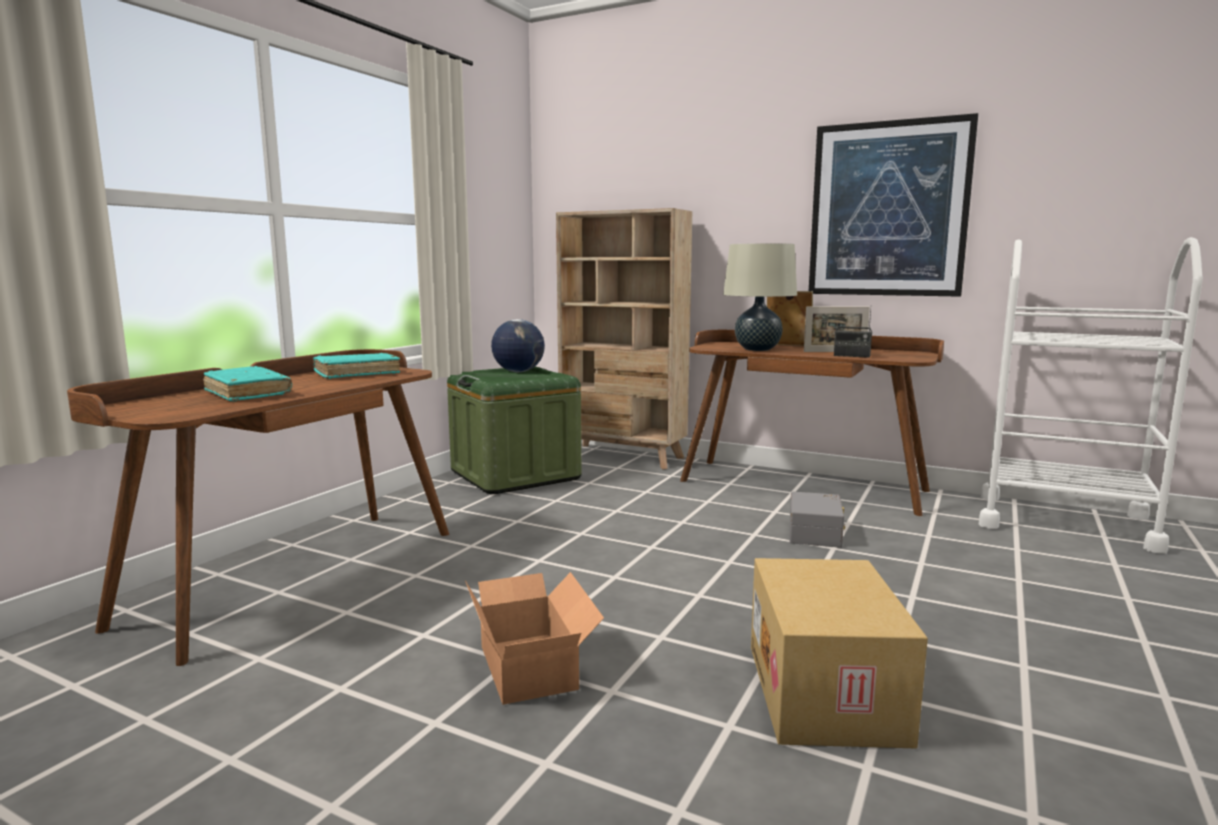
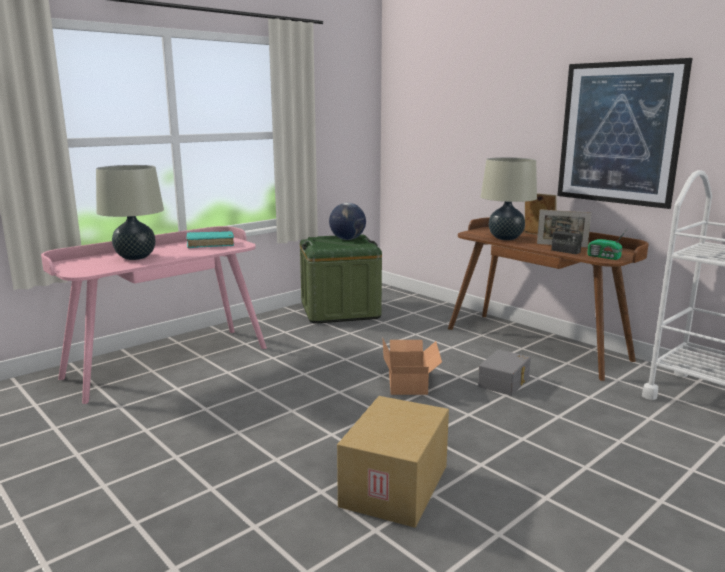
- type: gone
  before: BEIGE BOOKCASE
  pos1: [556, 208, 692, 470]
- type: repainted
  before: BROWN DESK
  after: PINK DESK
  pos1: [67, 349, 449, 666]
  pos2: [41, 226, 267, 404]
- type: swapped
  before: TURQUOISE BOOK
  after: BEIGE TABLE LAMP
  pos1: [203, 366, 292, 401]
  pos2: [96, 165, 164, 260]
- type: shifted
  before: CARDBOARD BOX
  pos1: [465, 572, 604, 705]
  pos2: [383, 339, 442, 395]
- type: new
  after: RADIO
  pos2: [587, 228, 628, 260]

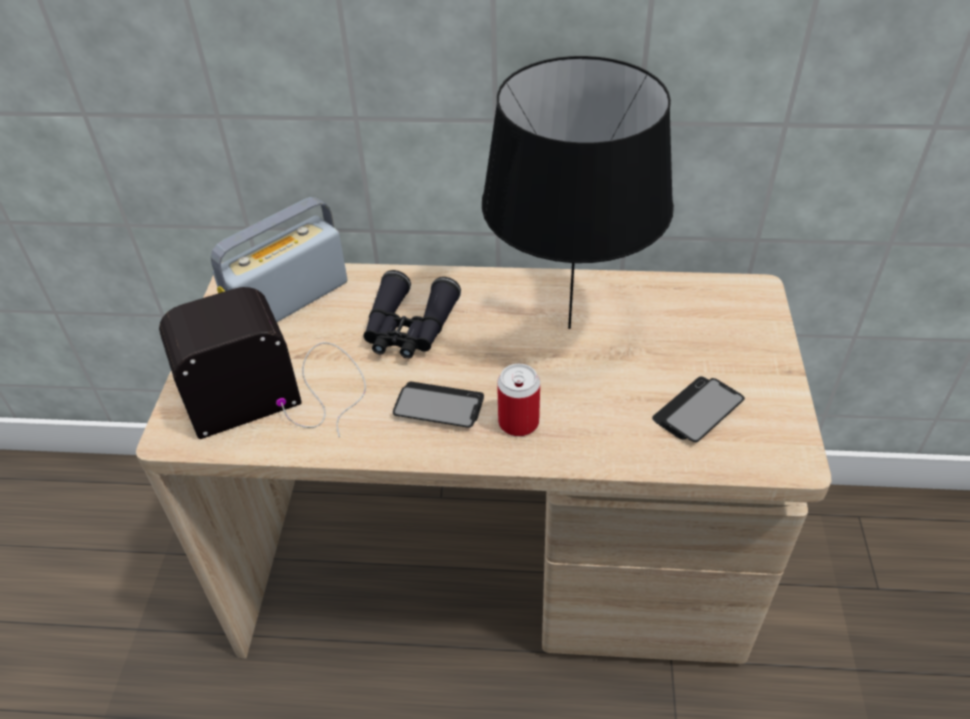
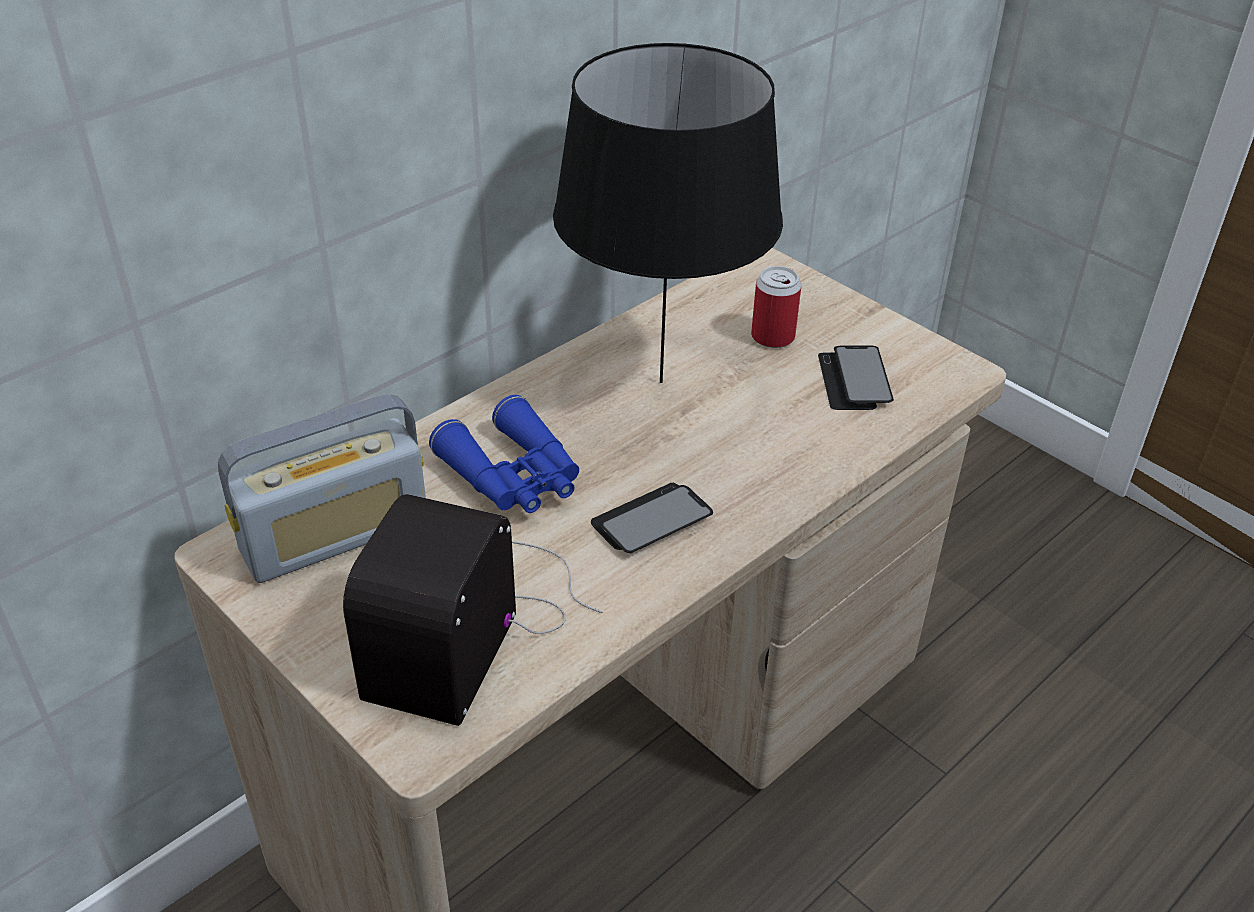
- type: rotated
  before: RADIO
  pos1: [211, 197, 347, 322]
  pos2: [218, 394, 426, 583]
  turn: -120
- type: repainted
  before: BLACK BINOCULARS
  after: BLUE BINOCULARS
  pos1: [363, 270, 461, 359]
  pos2: [429, 395, 579, 513]
- type: shifted
  before: CAN
  pos1: [497, 364, 540, 436]
  pos2: [751, 266, 801, 348]

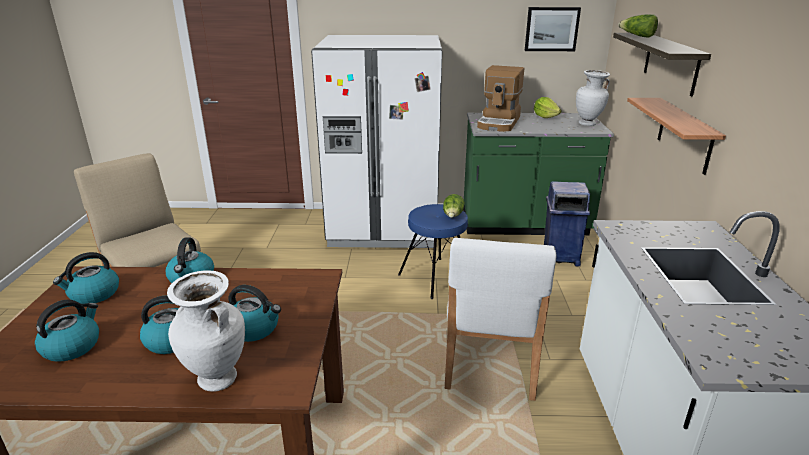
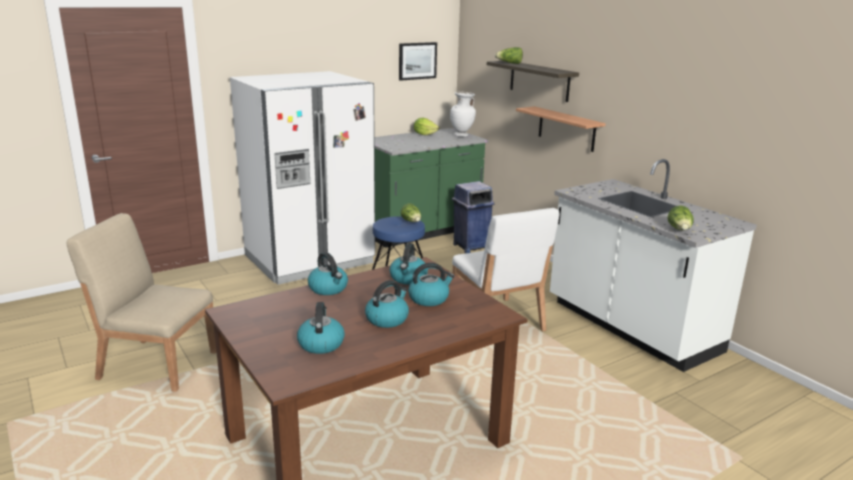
- type: gone
  before: COFFEE MACHINE
  pos1: [477, 65, 524, 132]
- type: shifted
  before: KETTLE
  pos1: [53, 252, 119, 304]
  pos2: [389, 243, 428, 284]
- type: gone
  before: WHITE VASE
  pos1: [167, 271, 245, 392]
- type: new
  after: LETTUCE
  pos2: [667, 205, 694, 230]

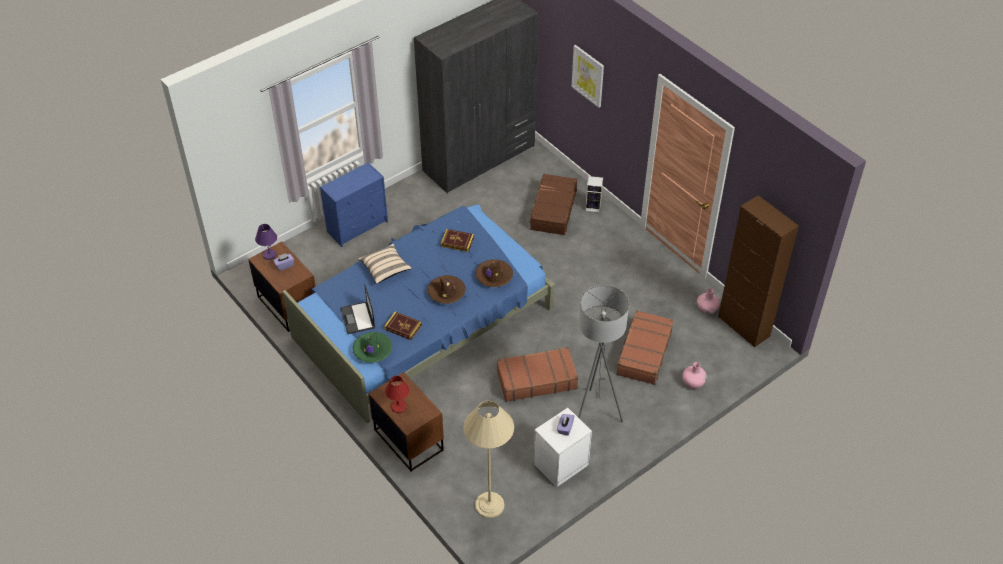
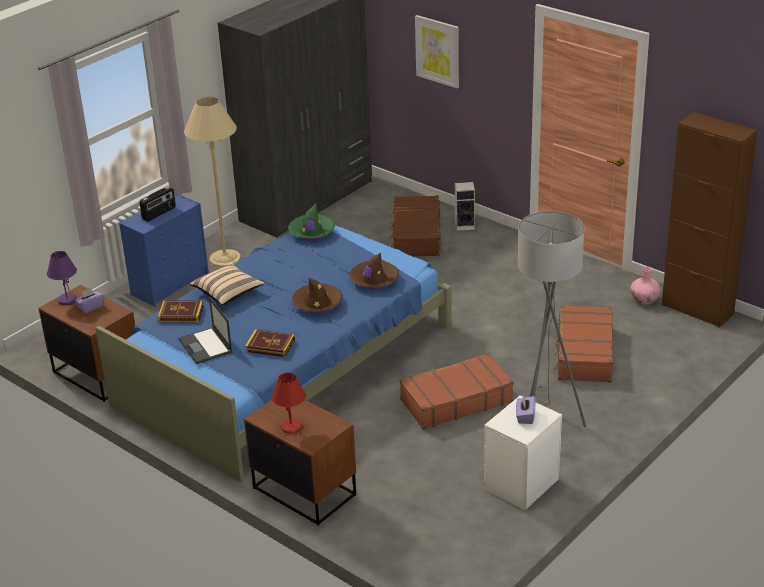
- type: shifted
  before: BOOK
  pos1: [441, 229, 474, 252]
  pos2: [158, 300, 204, 322]
- type: shifted
  before: GREEN HAT
  pos1: [352, 332, 392, 363]
  pos2: [288, 204, 335, 241]
- type: gone
  before: PINK VASE
  pos1: [682, 362, 707, 389]
- type: shifted
  before: BEIGE FLOOR LAMP
  pos1: [463, 400, 514, 518]
  pos2: [184, 97, 241, 267]
- type: new
  after: RADIO
  pos2: [139, 186, 176, 222]

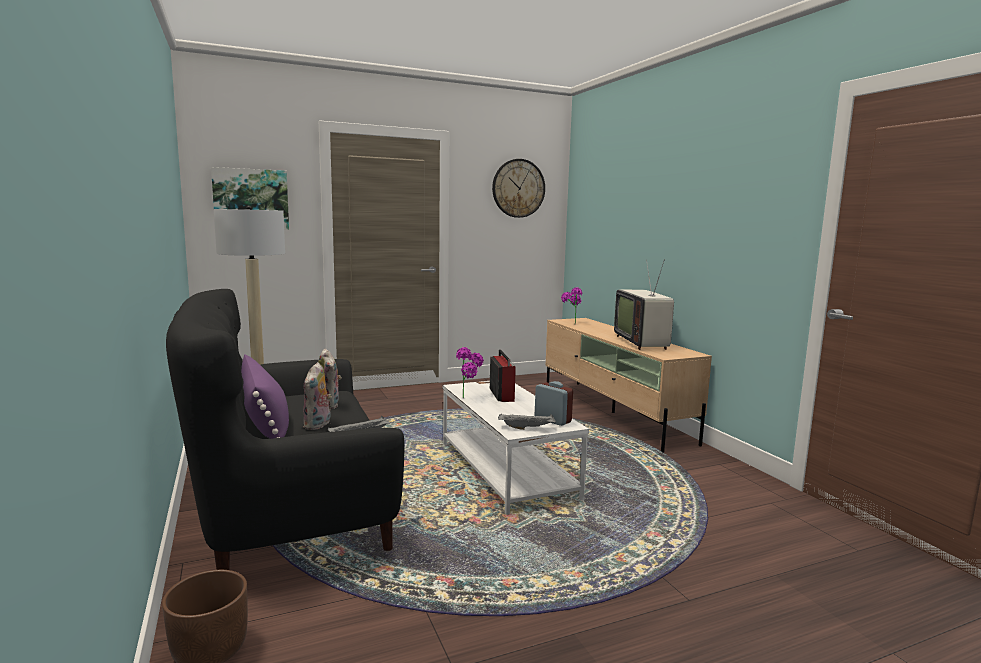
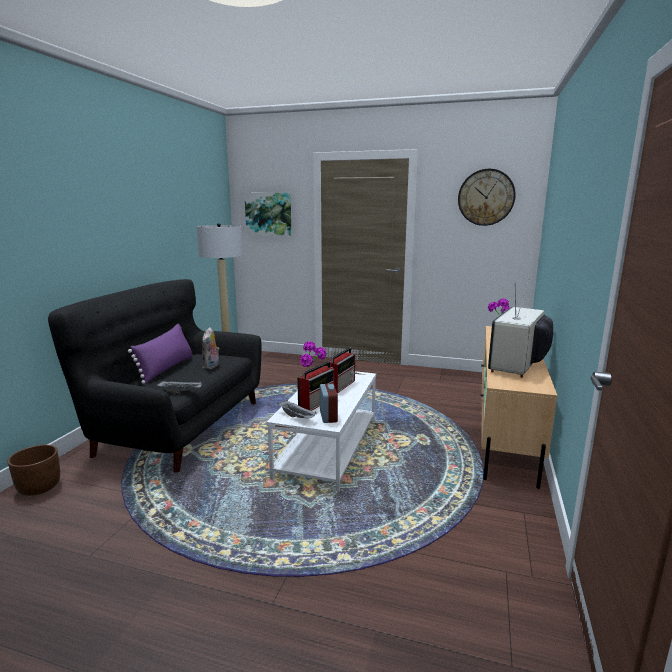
- type: gone
  before: PLUSH TOY
  pos1: [303, 362, 332, 430]
- type: new
  after: RADIO
  pos2: [297, 361, 335, 411]

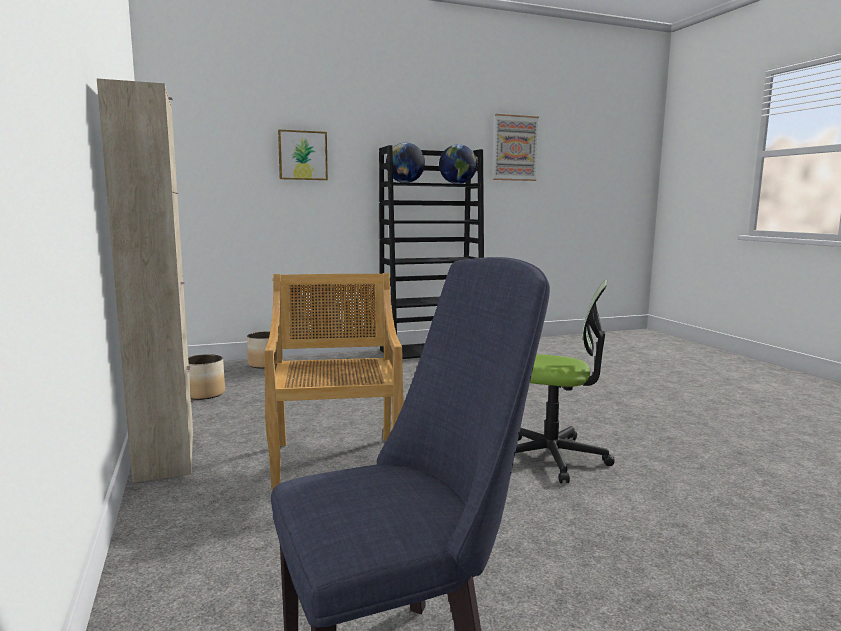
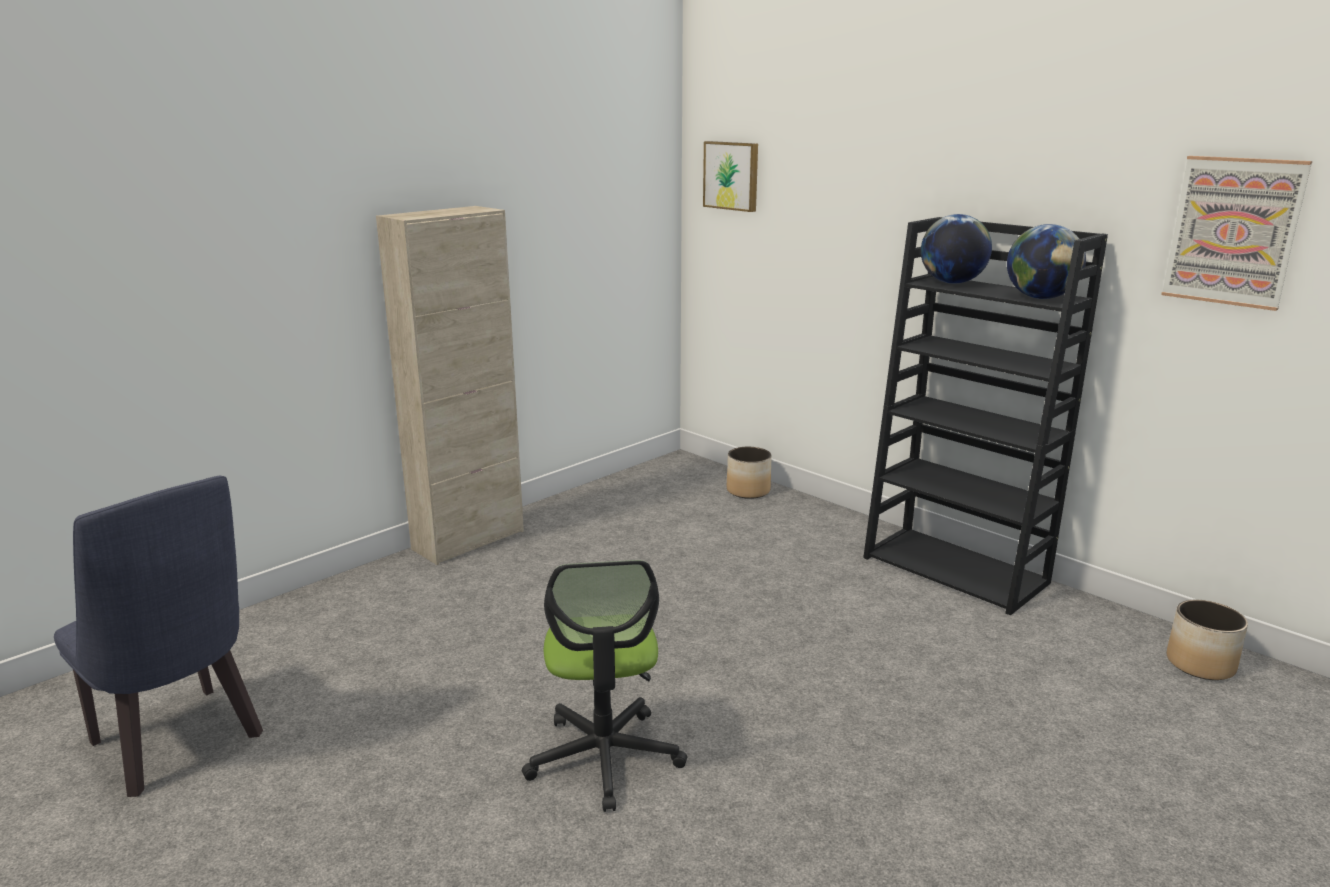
- type: shifted
  before: PICTURE
  pos1: [278, 130, 328, 180]
  pos2: [703, 141, 758, 212]
- type: gone
  before: BEIGE CHAIR
  pos1: [264, 273, 404, 493]
- type: shifted
  before: PLANTER
  pos1: [188, 354, 225, 400]
  pos2: [1167, 600, 1248, 680]

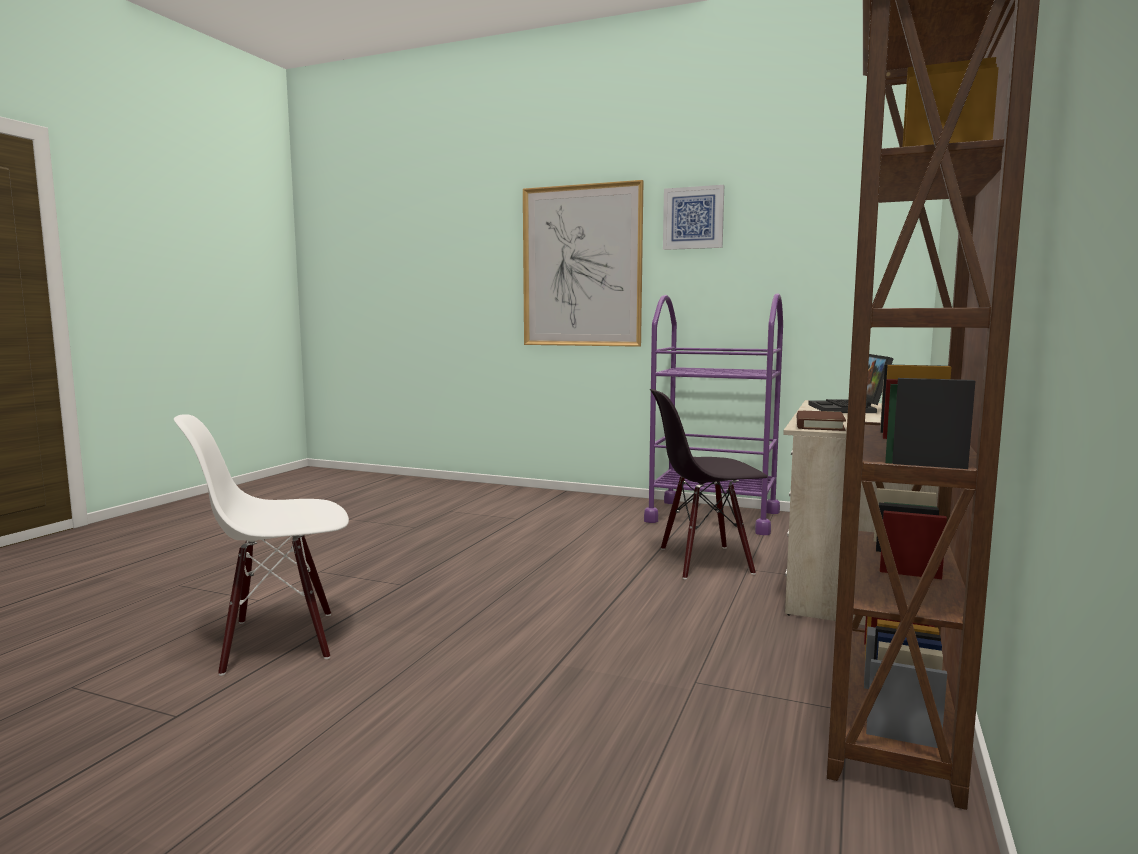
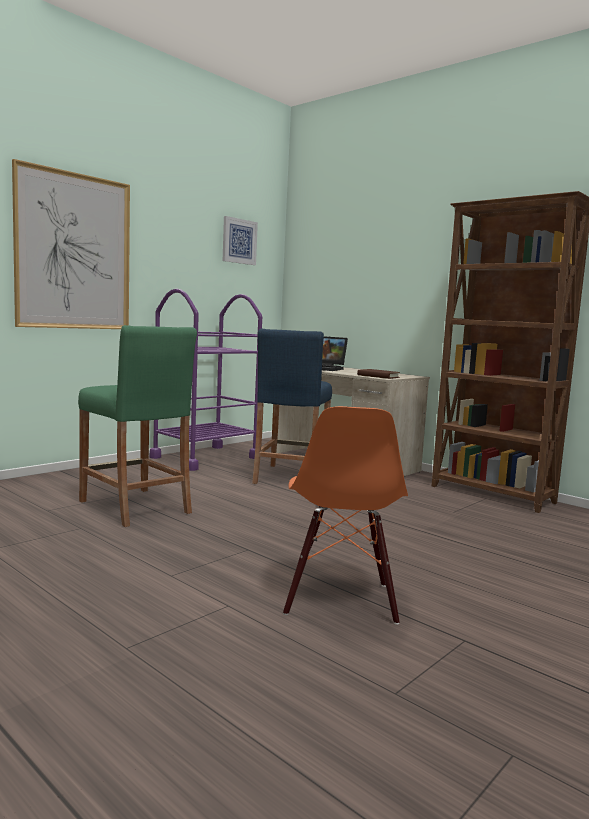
- type: shifted
  before: PICTURE
  pos1: [663, 185, 724, 250]
  pos2: [223, 216, 258, 265]
- type: swapped
  before: BLACK CHAIR
  after: BLUE STOOL
  pos1: [650, 389, 768, 579]
  pos2: [252, 328, 332, 484]
- type: repainted
  before: WHITE CHAIR
  after: ORANGE CHAIR
  pos1: [174, 414, 349, 676]
  pos2: [283, 406, 408, 625]
- type: new
  after: GREEN STOOL
  pos2: [78, 325, 197, 527]

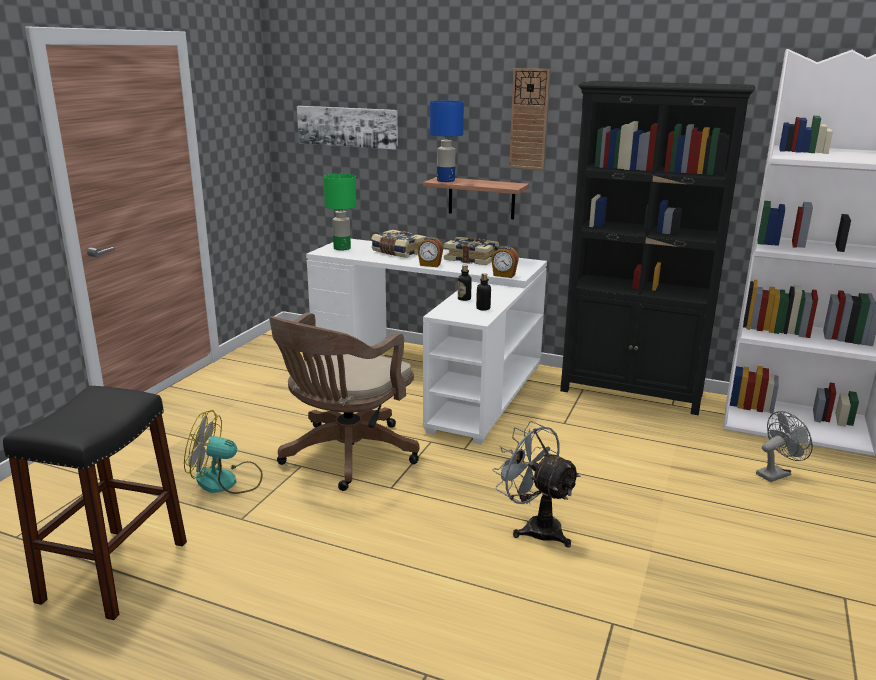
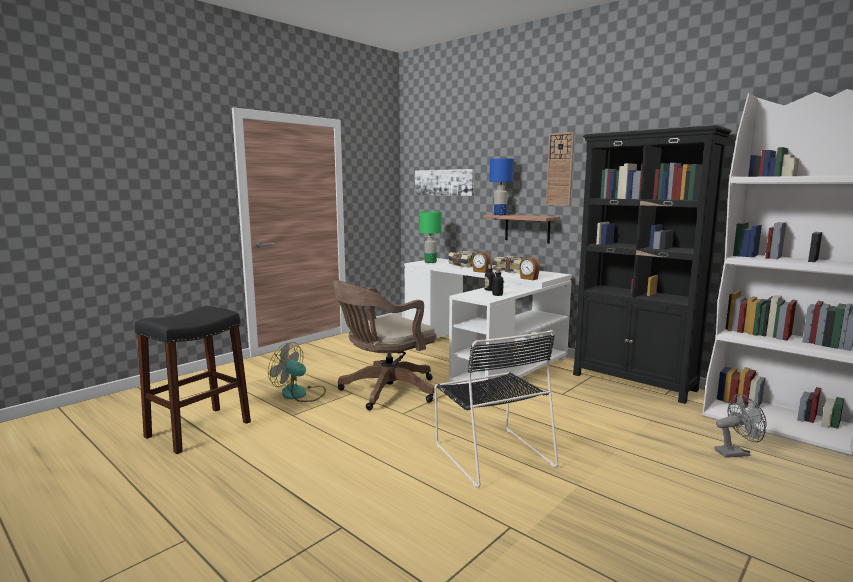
- type: swapped
  before: GREY FAN
  after: BLACK CHAIR
  pos1: [492, 421, 581, 548]
  pos2: [434, 330, 558, 488]

